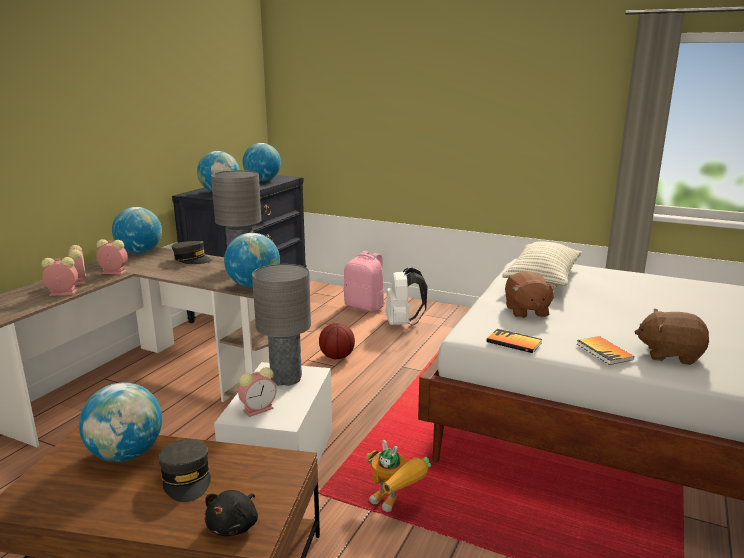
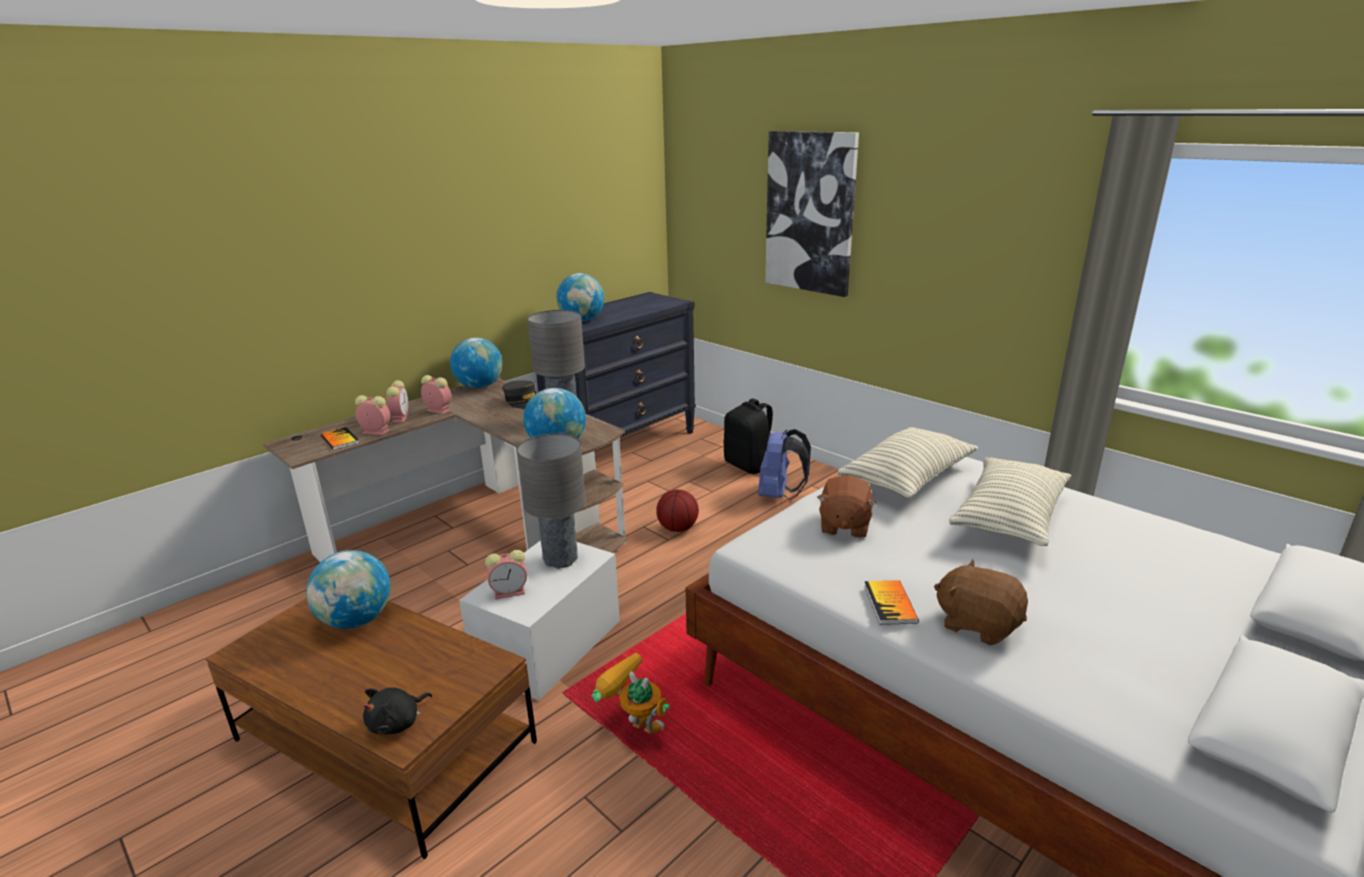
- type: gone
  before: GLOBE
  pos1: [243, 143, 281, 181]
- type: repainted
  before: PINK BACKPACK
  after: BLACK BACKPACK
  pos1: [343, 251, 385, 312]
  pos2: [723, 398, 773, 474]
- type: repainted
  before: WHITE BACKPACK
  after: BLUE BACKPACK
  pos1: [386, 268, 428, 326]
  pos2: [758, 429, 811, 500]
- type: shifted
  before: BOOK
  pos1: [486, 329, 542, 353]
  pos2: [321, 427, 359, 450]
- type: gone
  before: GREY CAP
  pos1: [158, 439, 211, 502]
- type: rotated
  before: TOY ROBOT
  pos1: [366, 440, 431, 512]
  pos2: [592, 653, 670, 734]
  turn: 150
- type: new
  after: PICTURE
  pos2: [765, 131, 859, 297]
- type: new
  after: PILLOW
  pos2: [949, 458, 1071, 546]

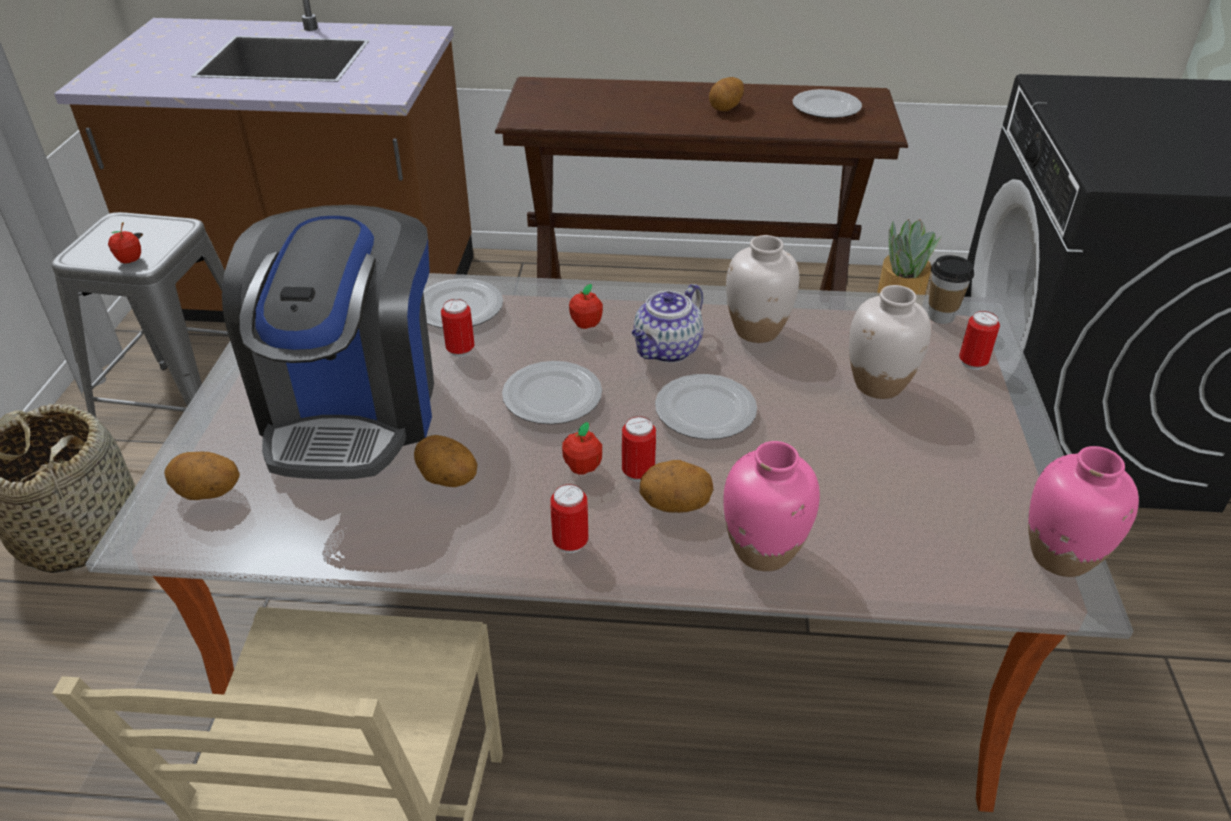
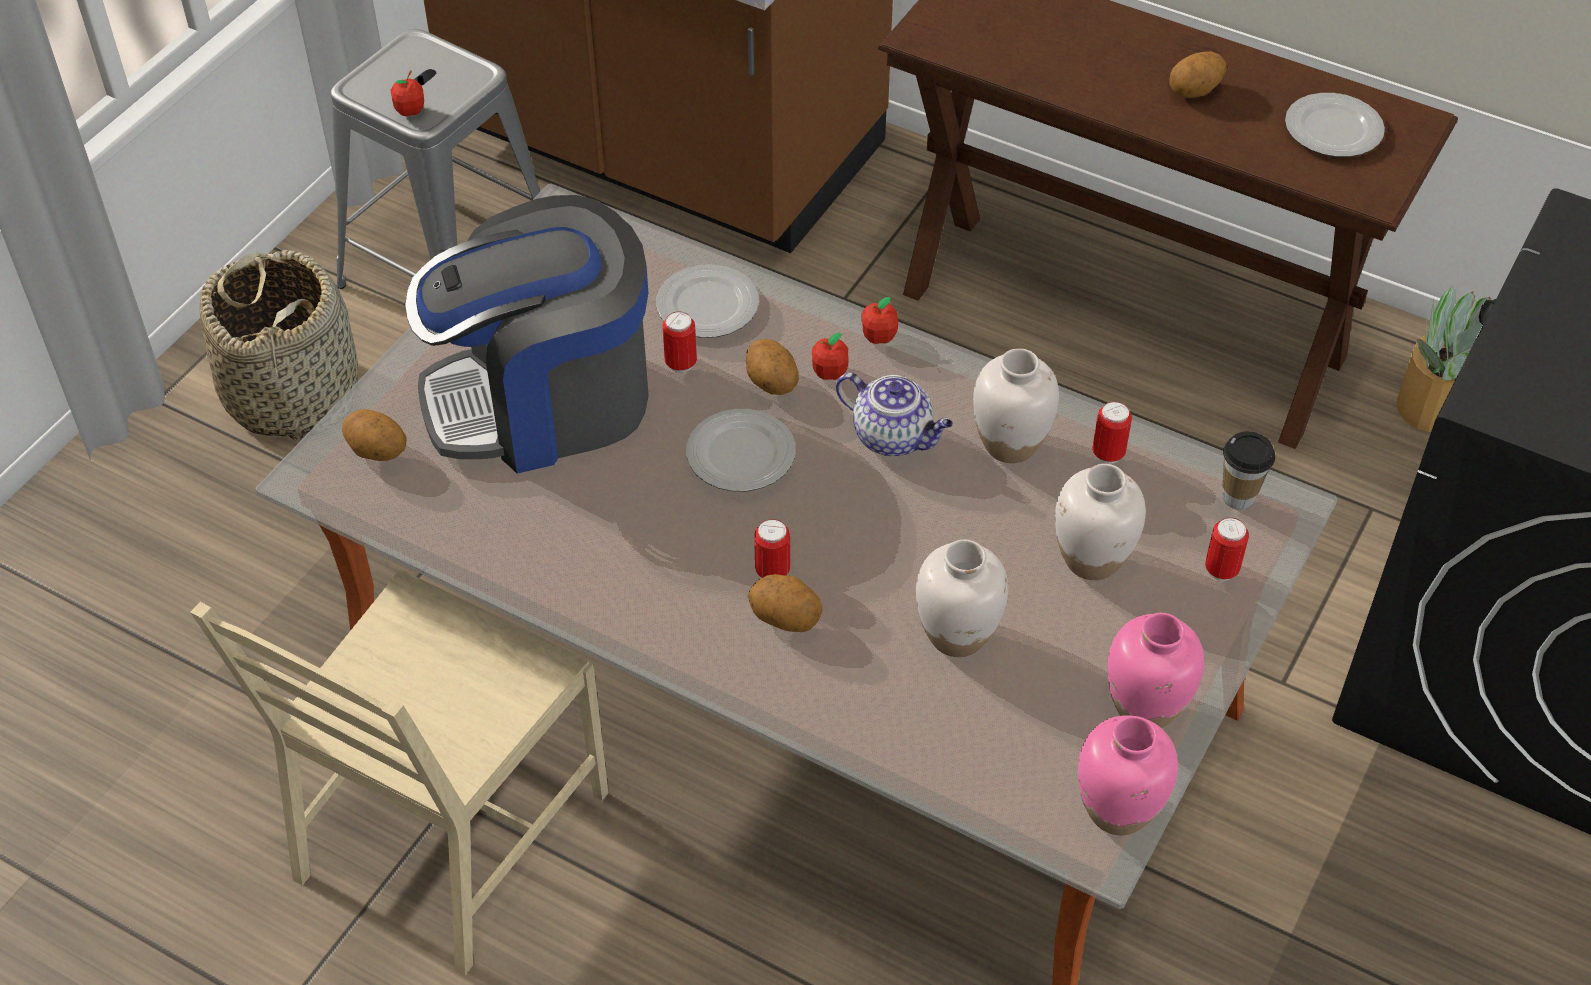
- type: rotated
  before: COFFEE MACHINE
  pos1: [222, 205, 434, 480]
  pos2: [405, 195, 649, 473]
  turn: 45
- type: rotated
  before: TEAPOT
  pos1: [632, 284, 703, 363]
  pos2: [836, 372, 953, 456]
  turn: -120
- type: gone
  before: PLATE
  pos1: [655, 374, 757, 439]
- type: shifted
  before: APPLE
  pos1: [562, 422, 602, 475]
  pos2: [862, 297, 898, 344]
- type: shifted
  before: POTATO
  pos1: [414, 435, 478, 487]
  pos2: [746, 339, 799, 395]
- type: shifted
  before: PINK VASE
  pos1: [723, 441, 820, 571]
  pos2: [1108, 613, 1204, 728]
- type: shifted
  before: CAN
  pos1: [550, 484, 588, 553]
  pos2: [1092, 401, 1132, 464]
- type: new
  after: WHITE VASE
  pos2: [916, 540, 1008, 657]

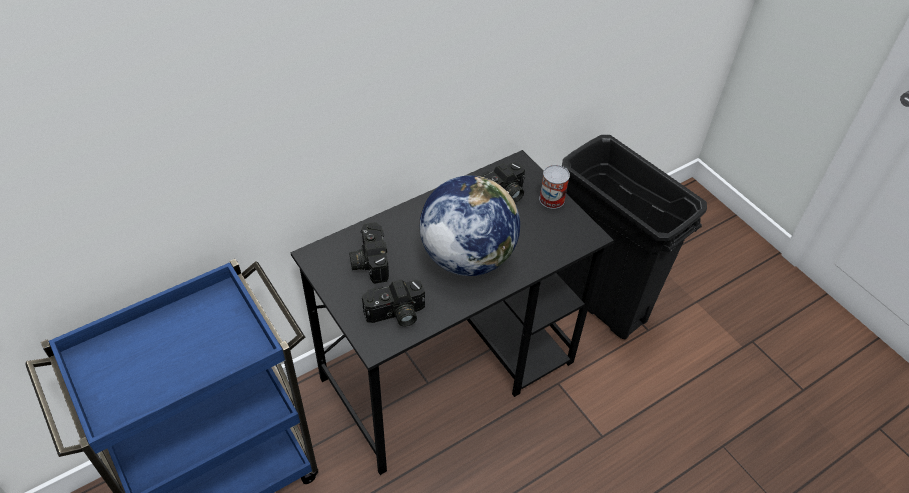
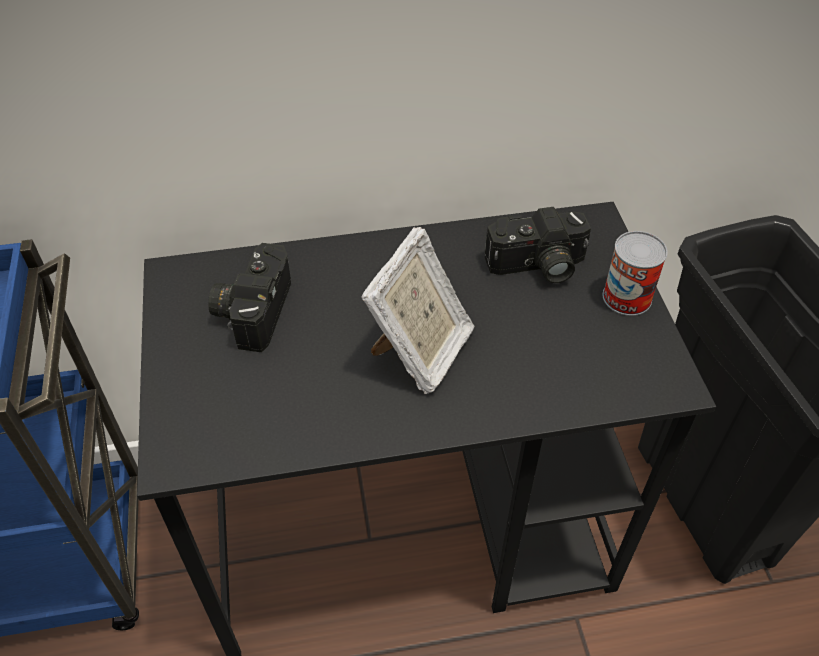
- type: swapped
  before: GLOBE
  after: PICTURE FRAME
  pos1: [419, 175, 520, 276]
  pos2: [361, 227, 475, 394]
- type: gone
  before: PHOTO CAMERA
  pos1: [362, 280, 425, 327]

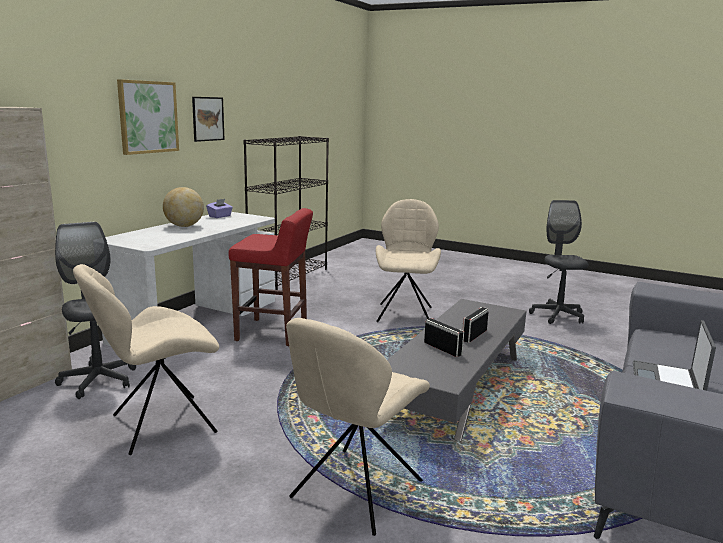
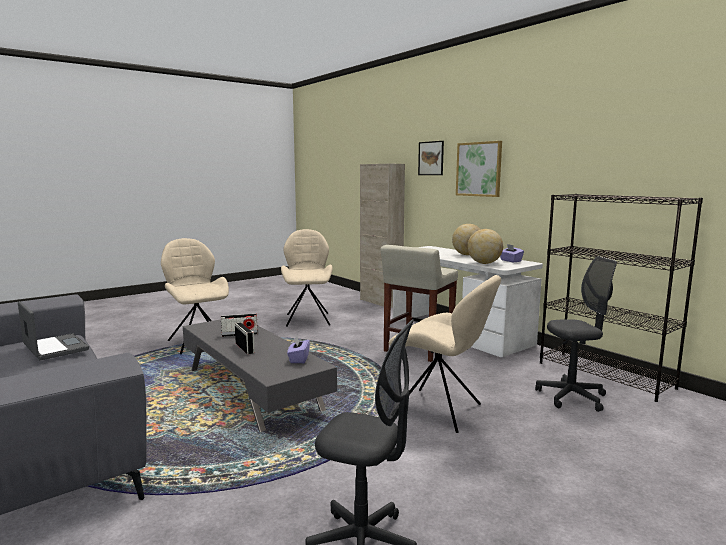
- type: shifted
  before: PICTURE
  pos1: [192, 97, 225, 142]
  pos2: [418, 141, 444, 175]
- type: repainted
  before: RED STOOL
  after: BEIGE STOOL
  pos1: [229, 208, 313, 346]
  pos2: [381, 245, 458, 362]
- type: shifted
  before: GREY OFFICE CHAIR
  pos1: [55, 222, 136, 399]
  pos2: [535, 256, 617, 412]
- type: new
  after: GLOBE
  pos2: [467, 229, 503, 264]
- type: new
  after: PURPLE TISSUE BOX
  pos2: [287, 336, 310, 363]

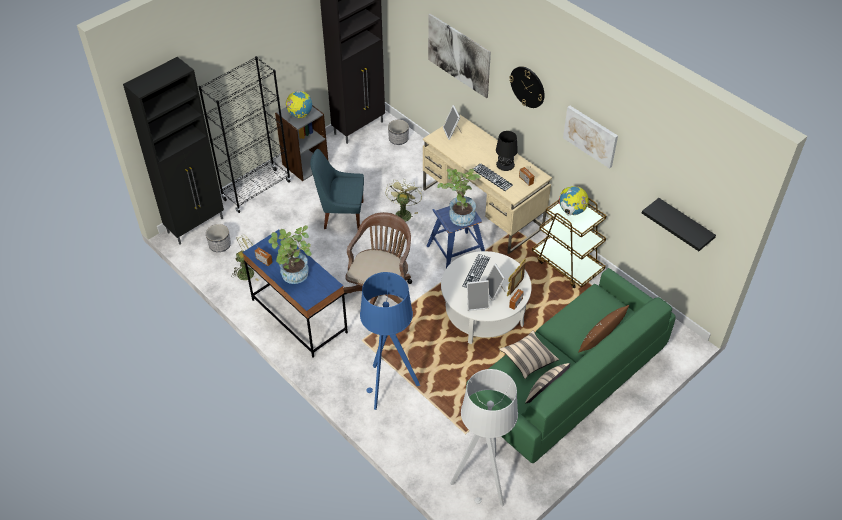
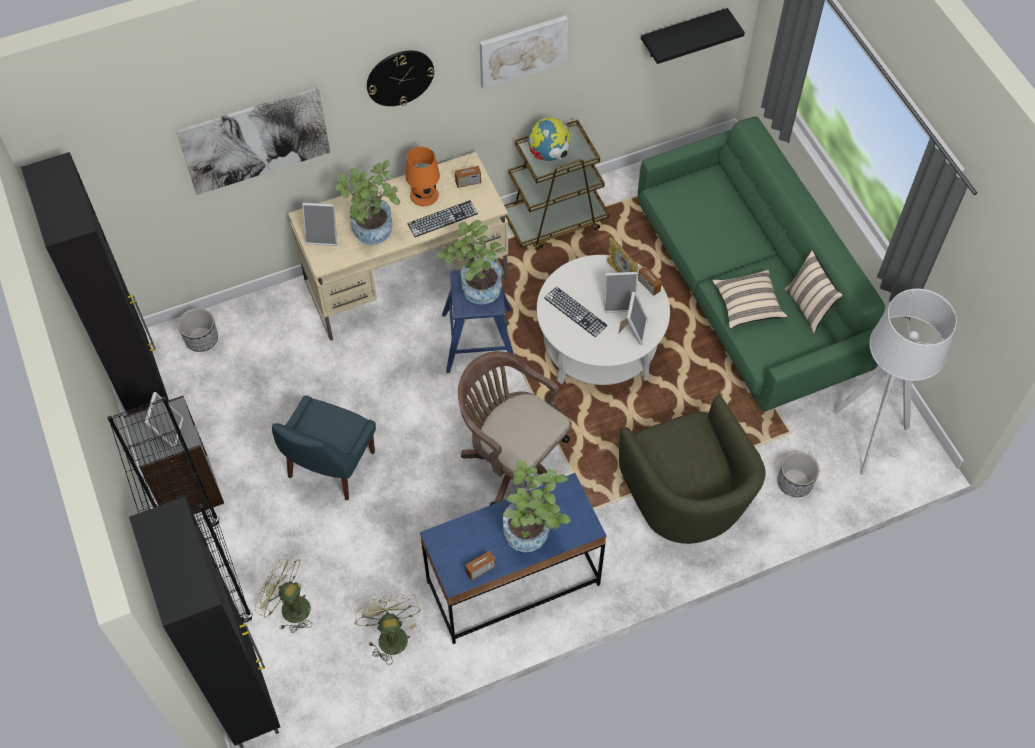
- type: swapped
  before: GLOBE
  after: PICTURE FRAME
  pos1: [286, 91, 312, 118]
  pos2: [144, 392, 184, 448]
- type: repainted
  before: BLACK TABLE LAMP
  after: ORANGE TABLE LAMP
  pos1: [496, 131, 518, 171]
  pos2: [406, 147, 440, 206]
- type: shifted
  before: GREEN FAN
  pos1: [385, 179, 422, 222]
  pos2: [254, 554, 312, 633]
- type: shifted
  before: PLANTER
  pos1: [206, 224, 231, 252]
  pos2: [777, 451, 819, 497]
- type: swapped
  before: BLUE FLOOR LAMP
  after: GREEN ARMCHAIR
  pos1: [360, 272, 420, 410]
  pos2: [619, 395, 765, 544]
- type: gone
  before: BROWN PILLOW
  pos1: [578, 305, 629, 353]
- type: new
  after: POTTED PLANT
  pos2: [336, 160, 400, 245]

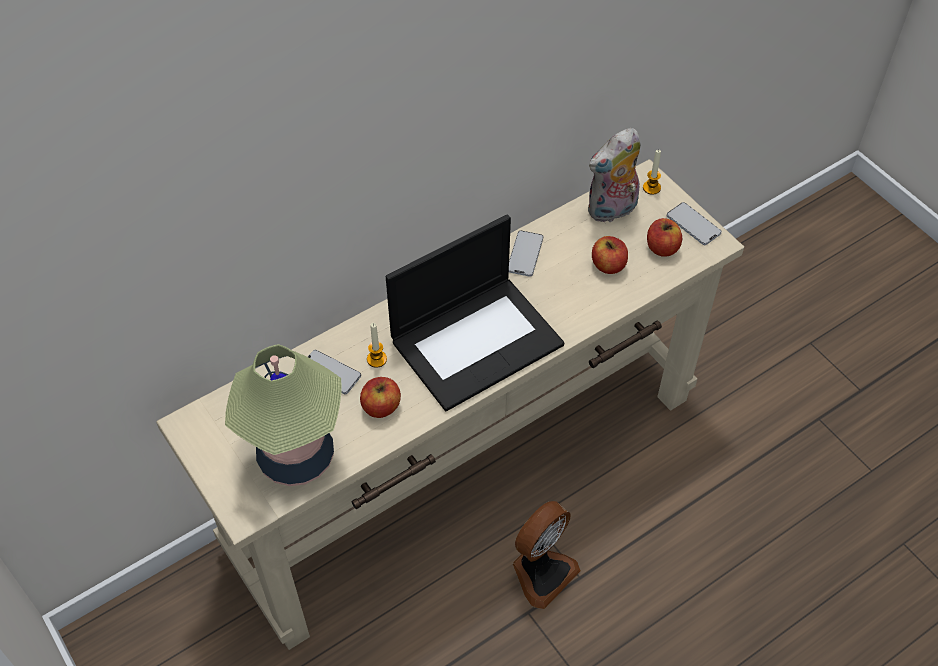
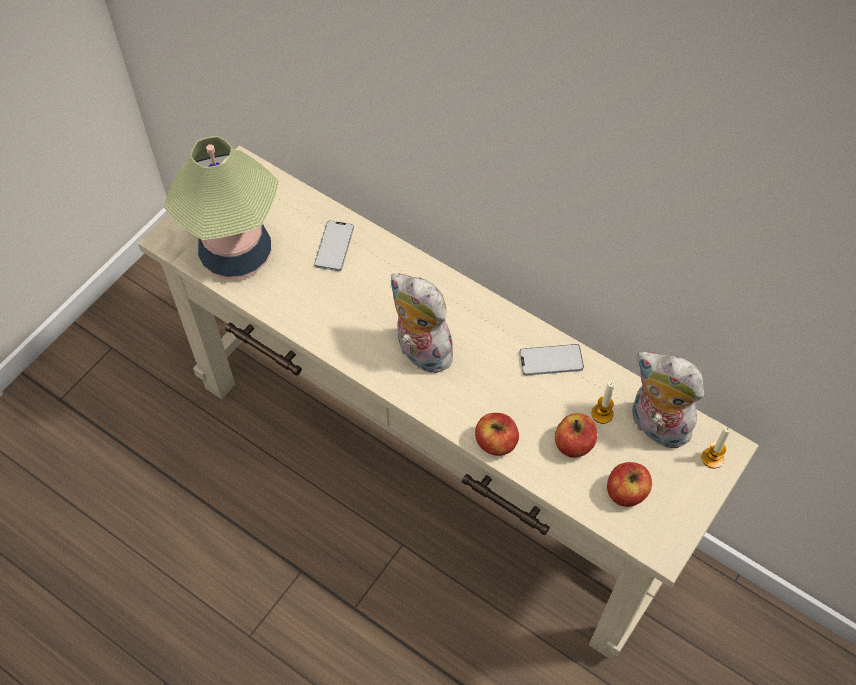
- type: gone
  before: PHONE
  pos1: [667, 202, 722, 245]
- type: swapped
  before: LAPTOP
  after: PLUSH TOY
  pos1: [386, 214, 564, 411]
  pos2: [390, 273, 455, 373]
- type: shifted
  before: CANDLE
  pos1: [367, 323, 387, 368]
  pos2: [591, 381, 614, 424]
- type: shifted
  before: APPLE
  pos1: [360, 377, 401, 418]
  pos2: [475, 413, 519, 456]
- type: gone
  before: FAN
  pos1: [513, 501, 581, 609]

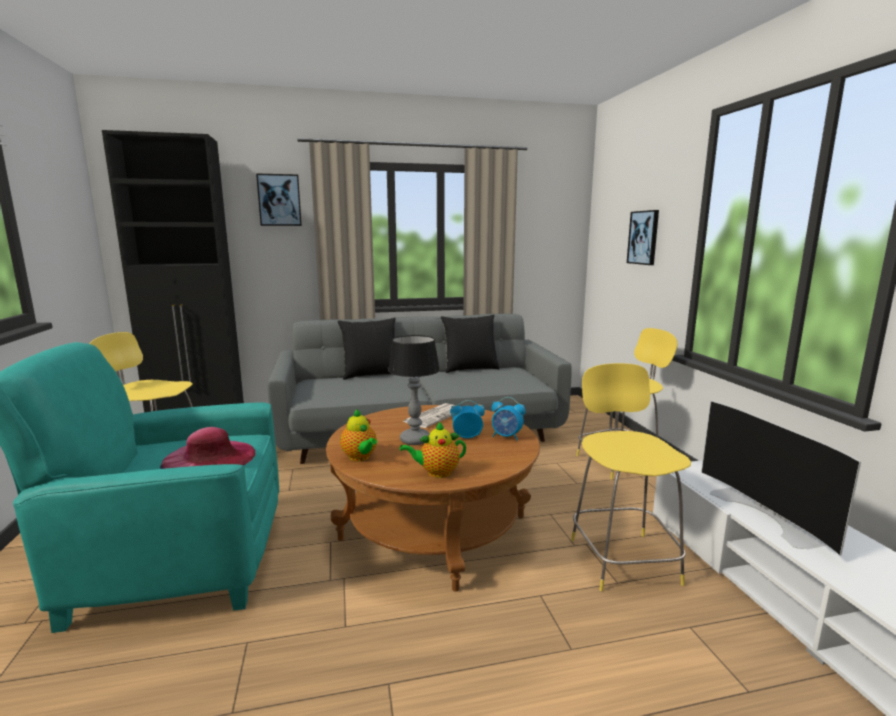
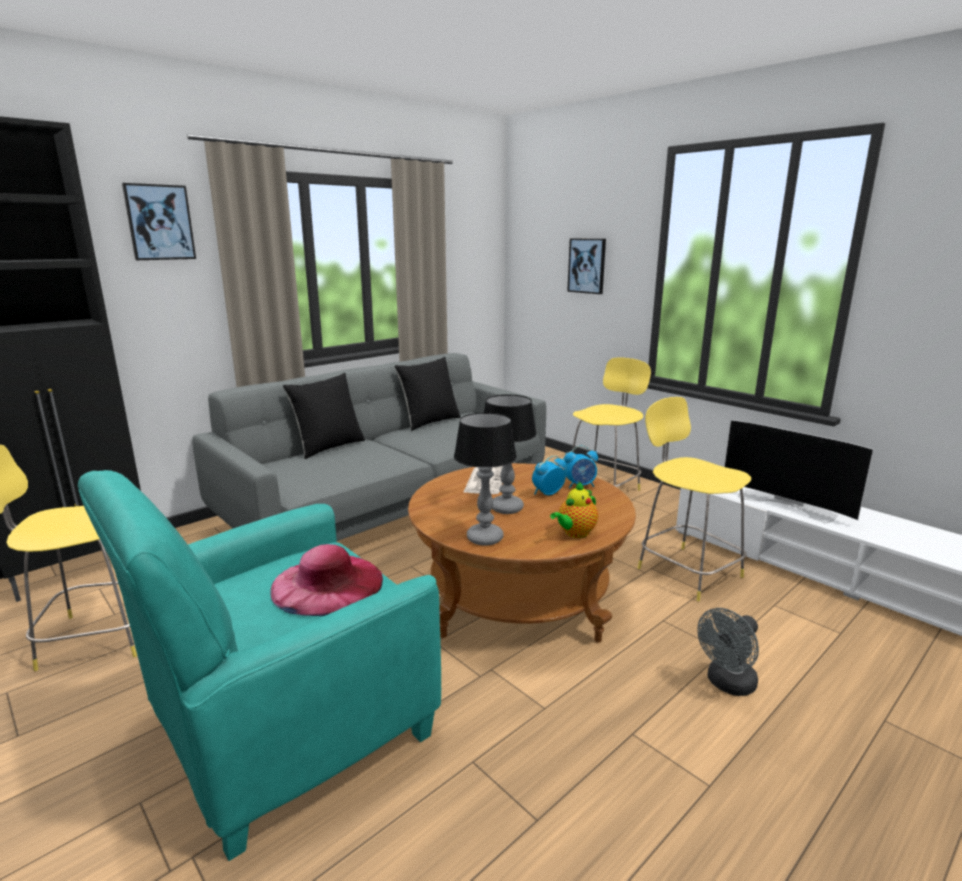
- type: swapped
  before: TEAPOT
  after: TABLE LAMP
  pos1: [340, 409, 377, 461]
  pos2: [454, 413, 517, 546]
- type: new
  after: GREY FAN
  pos2: [697, 608, 759, 696]

